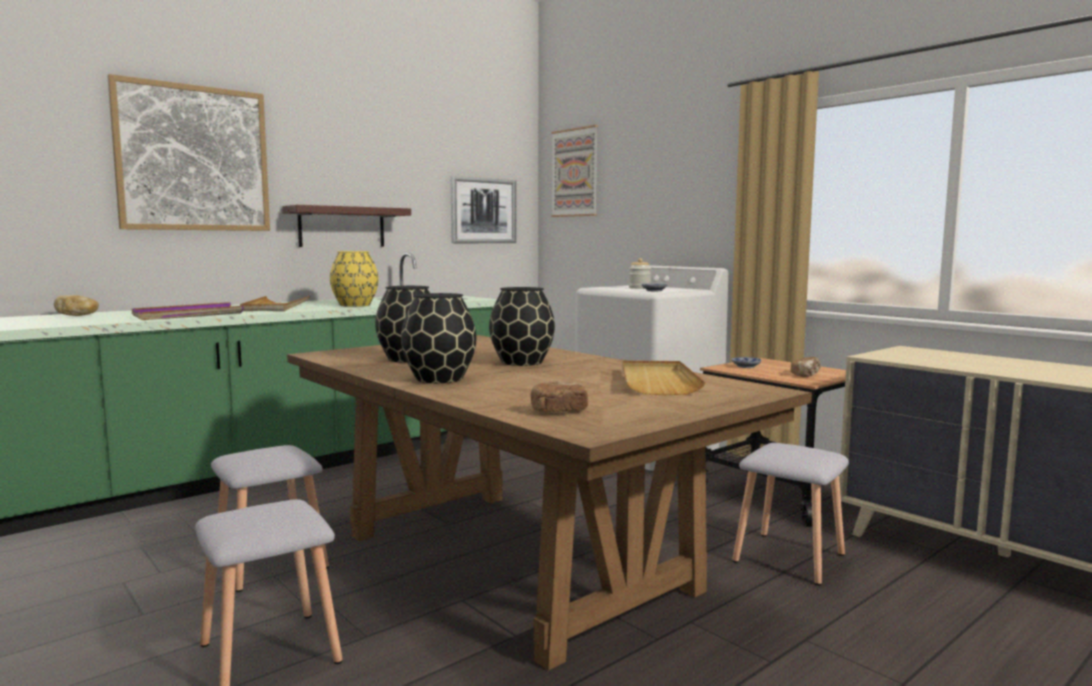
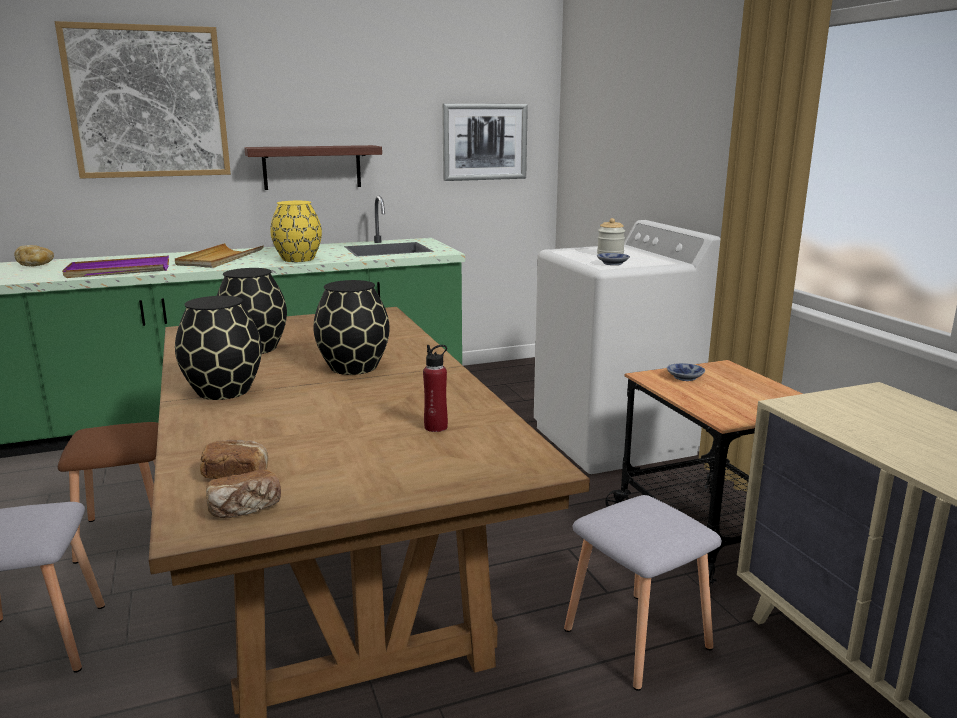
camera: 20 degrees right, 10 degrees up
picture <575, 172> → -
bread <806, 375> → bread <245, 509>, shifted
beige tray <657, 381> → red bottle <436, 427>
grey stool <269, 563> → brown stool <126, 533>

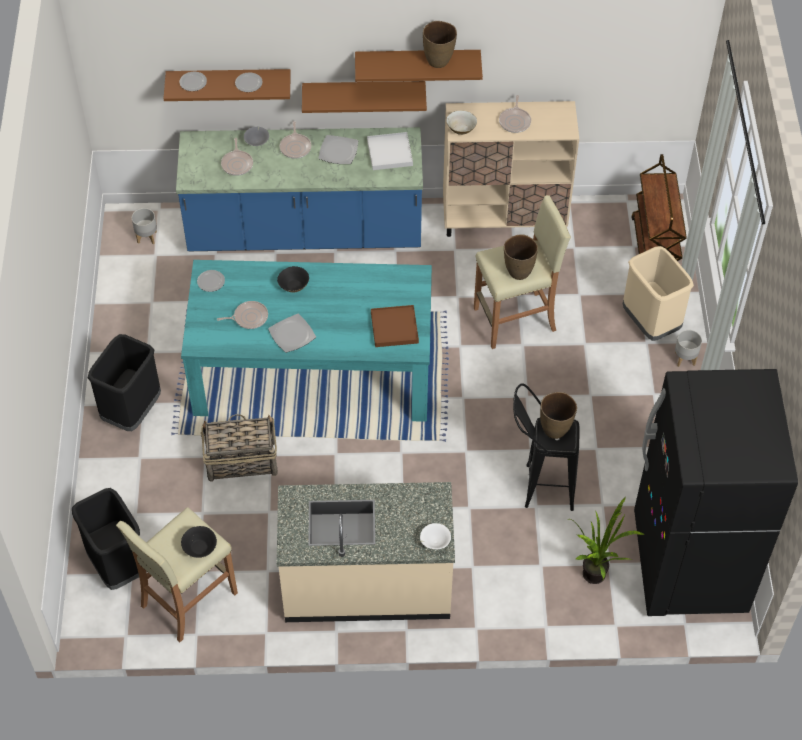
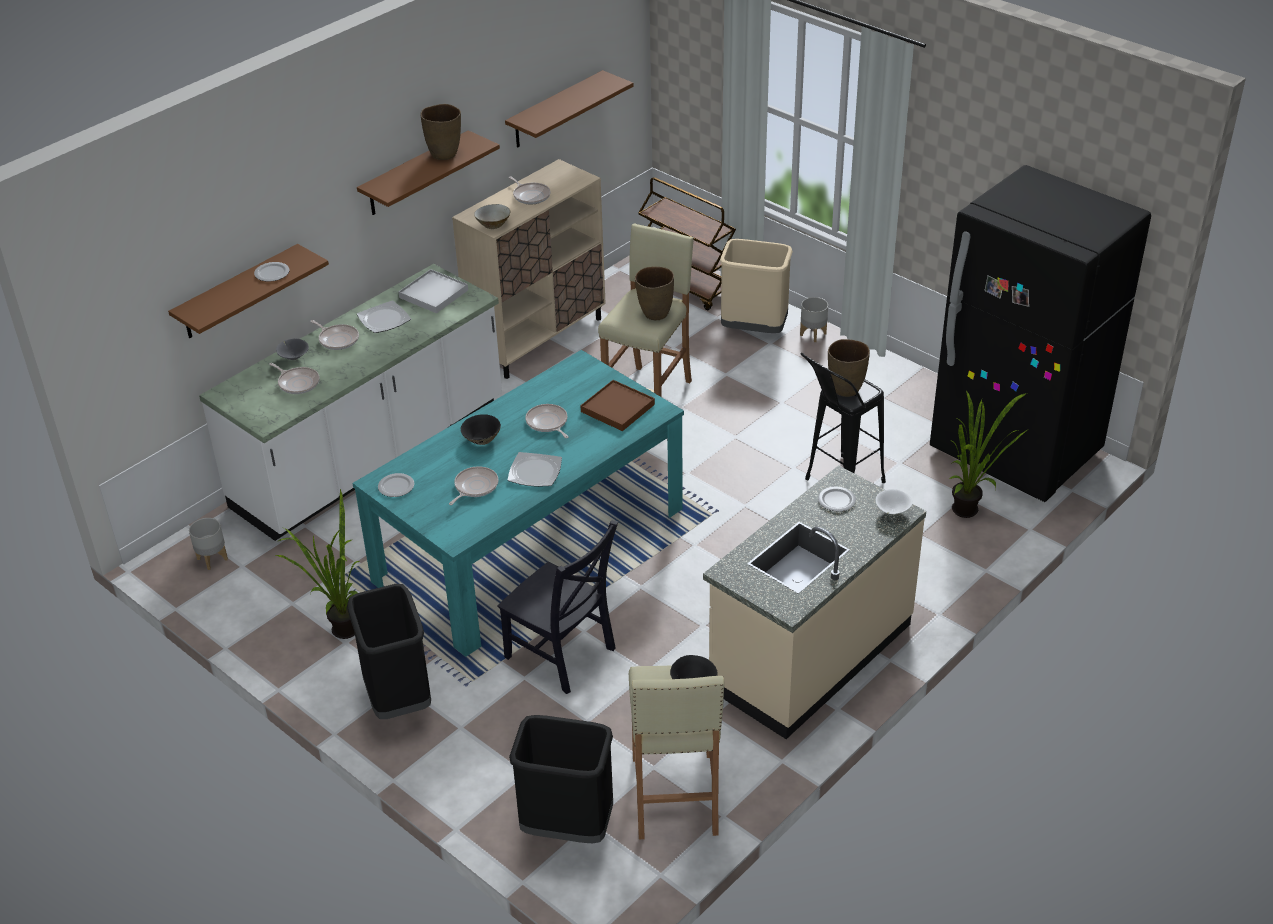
camera: 45 degrees left, 15 degrees down
- → potted plant <339, 631>
- → frying pan <547, 423>
plate <193, 82> → plate <836, 500>, shifted
brown shelf <364, 92> → brown shelf <555, 110>, shifted
basket <240, 461> → black chair <563, 655>
blue counter <305, 232> → white counter <371, 455>

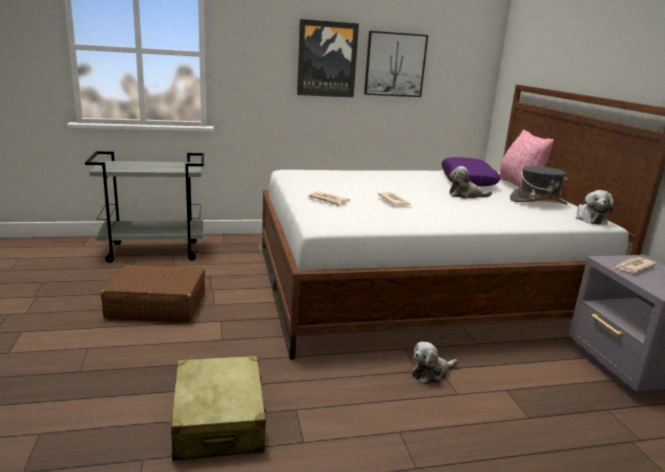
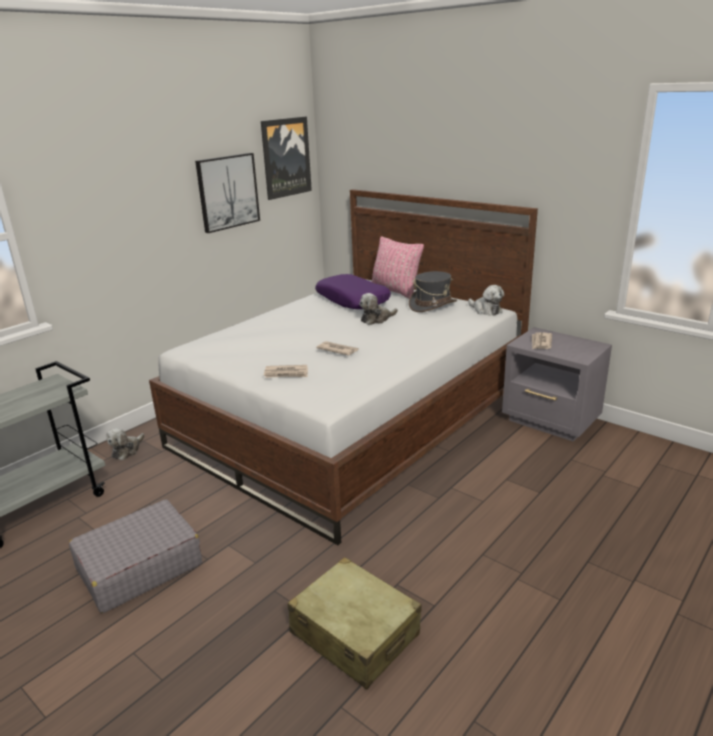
camera: 35 degrees left, 5 degrees up
picture <327, 59> → picture <286, 157>, shifted
plush toy <431, 373> → plush toy <127, 450>, shifted
brown suitcase <156, 306> → grey suitcase <139, 567>

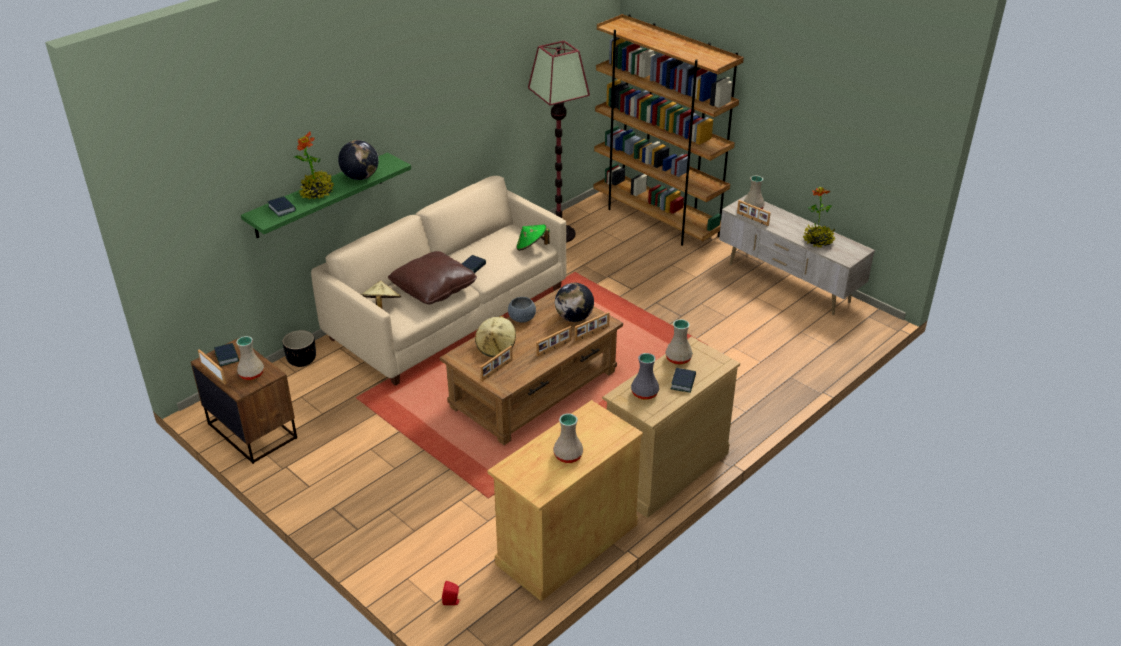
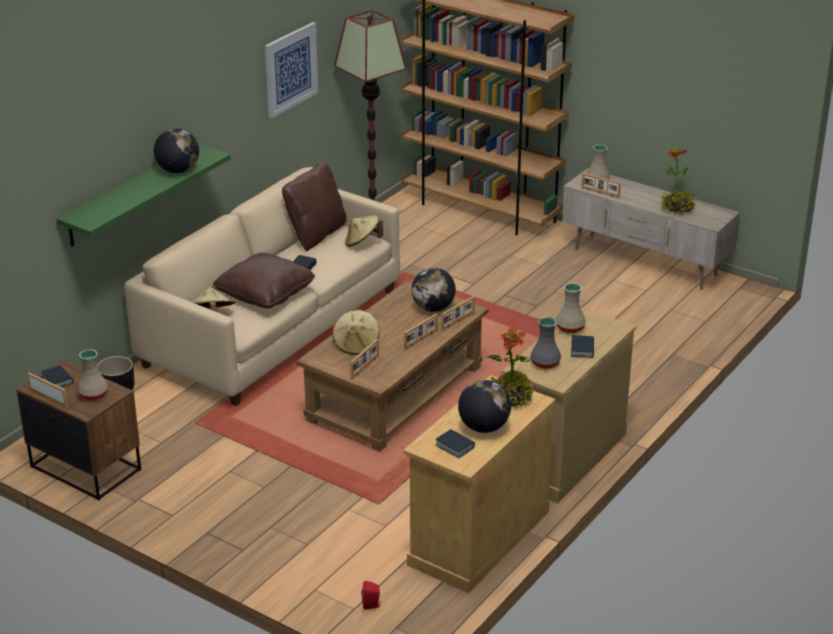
camera: 10 degrees left, 5 degrees down
grey bowl <522, 318> → -
- → picture <290, 69>
- → brown pillow <316, 235>
book <282, 209> → book <454, 446>, shifted
potted plant <317, 192> → potted plant <511, 398>, shifted
beige vase <568, 455> → globe <484, 427>
green hat <531, 247> → beige hat <362, 242>

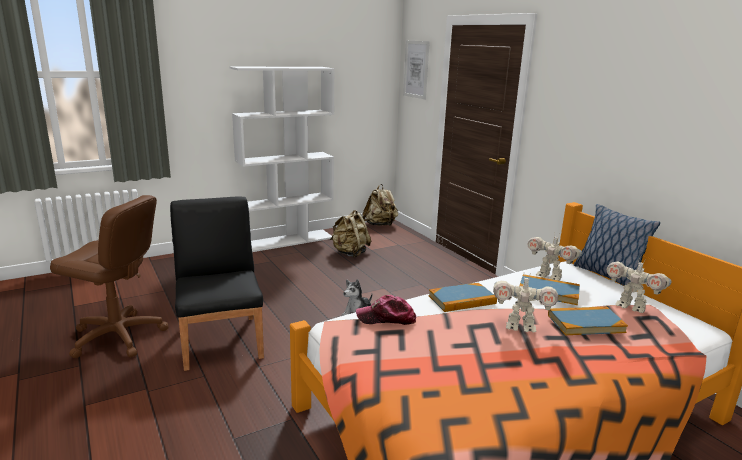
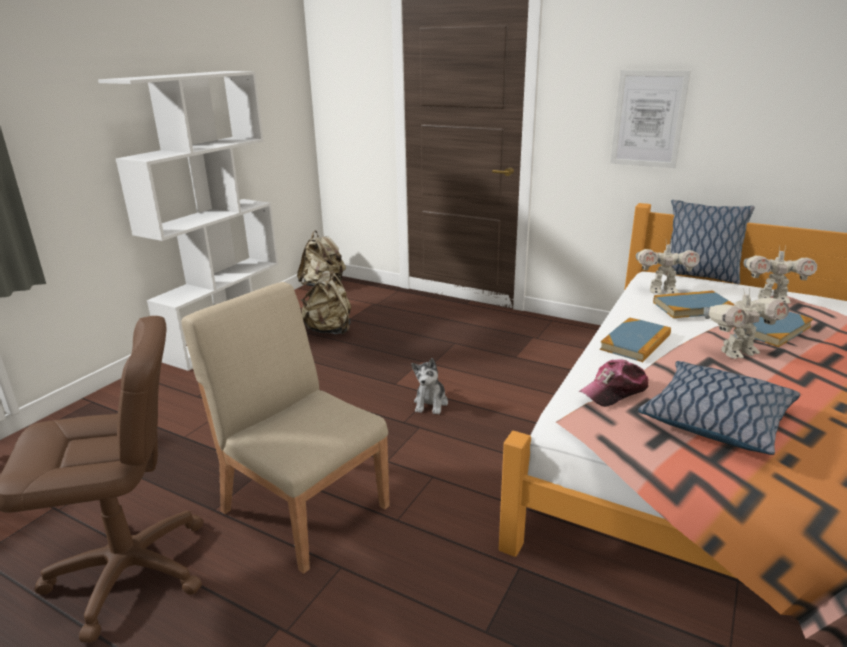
camera: 30 degrees left, 5 degrees up
- → pillow <715, 419>
picture <416, 69> → picture <648, 119>, shifted
black chair <222, 340> → beige chair <304, 507>

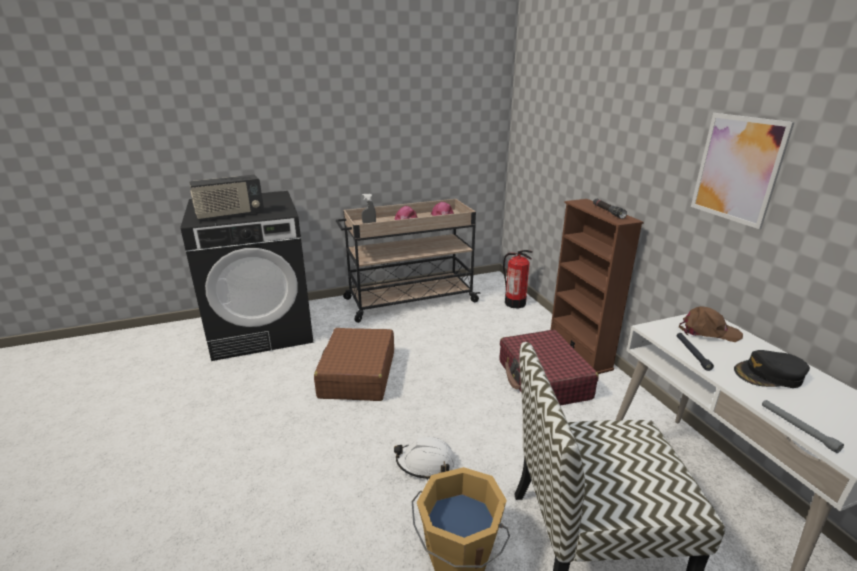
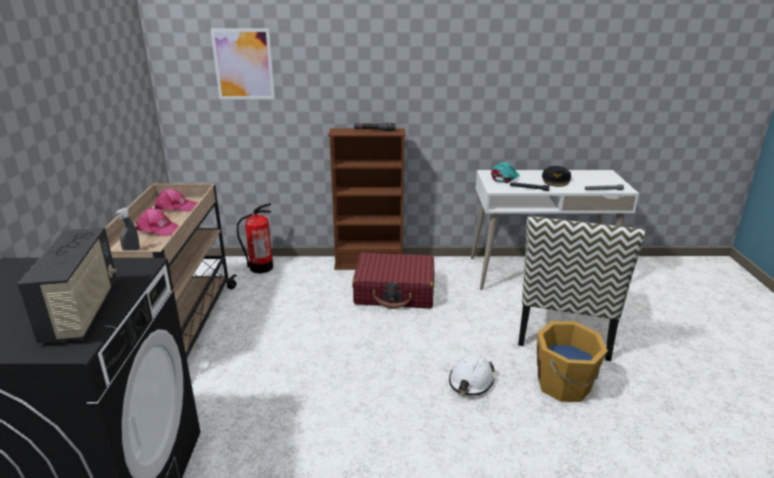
camera: 70 degrees left, 0 degrees up
brown suitcase <357, 375> → -
picture <737, 169> → picture <243, 64>, shifted
brown cap <708, 331> → turquoise cap <505, 177>

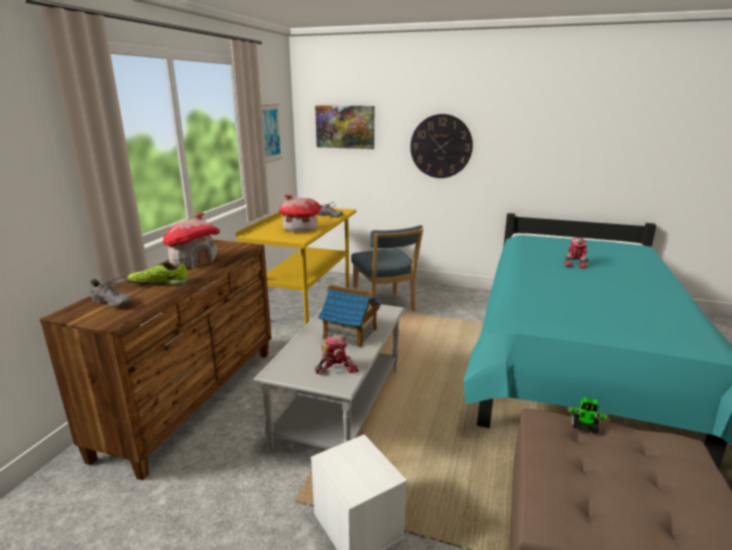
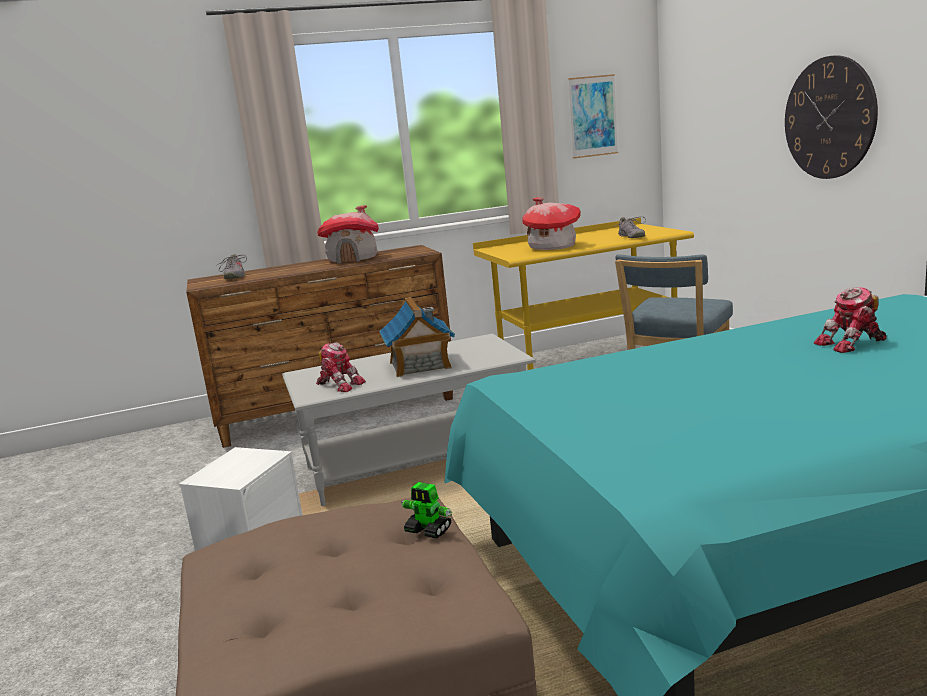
camera: 55 degrees right, 5 degrees down
shoe <159, 283> → -
picture <345, 127> → -
toy robot <585, 426> → toy robot <428, 530>, 45 degrees counterclockwise

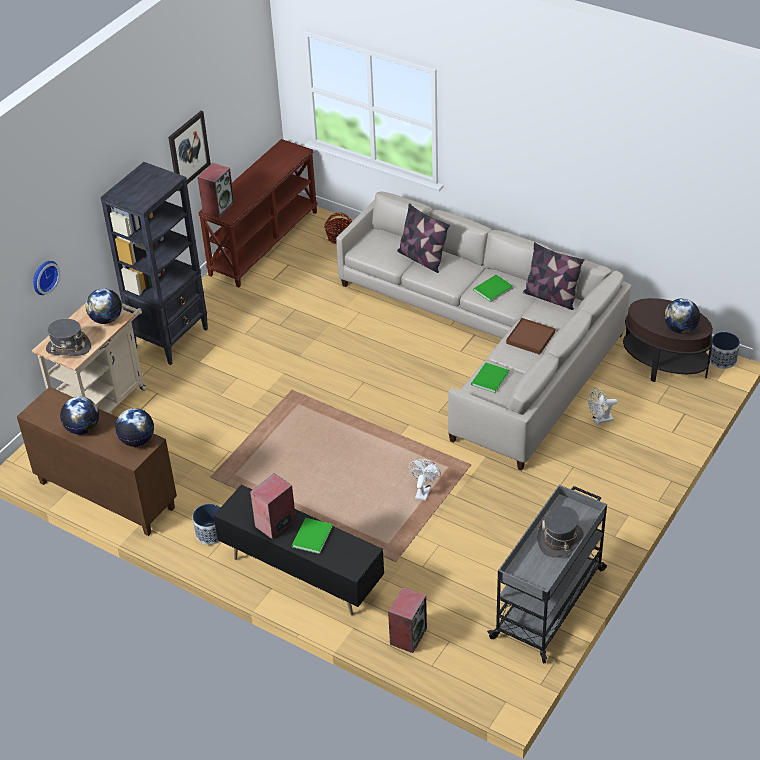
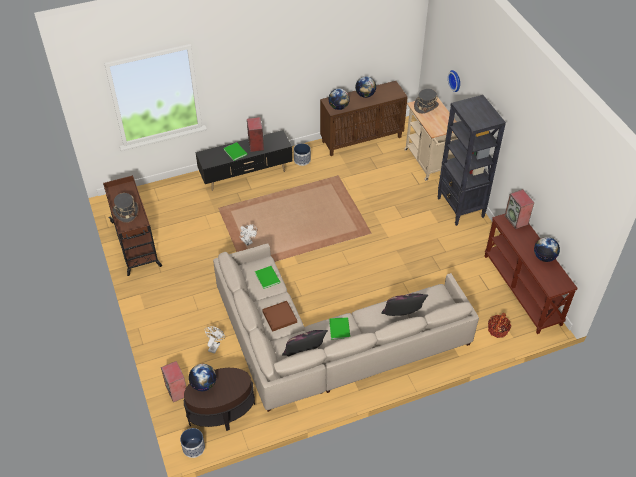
camera: 125 degrees right, 5 degrees up
picture <188, 150> → -
globe <106, 319> → globe <544, 257>, shifted
speaker <408, 635> → speaker <177, 391>, shifted
grey cart <549, 602> → brown cart <136, 244>

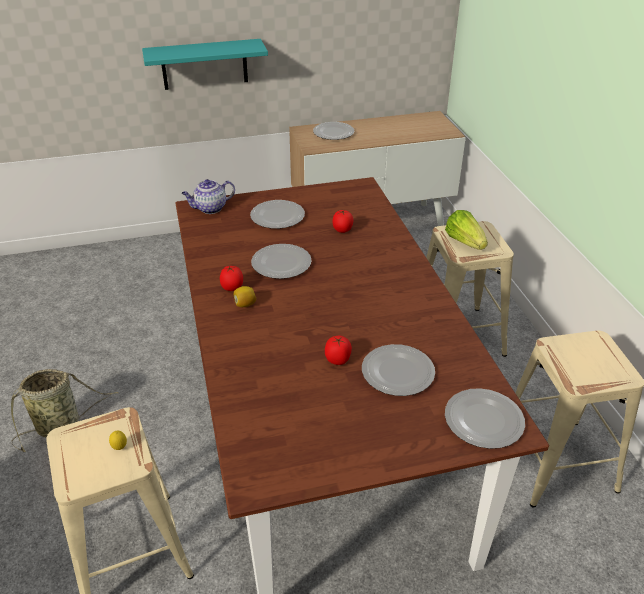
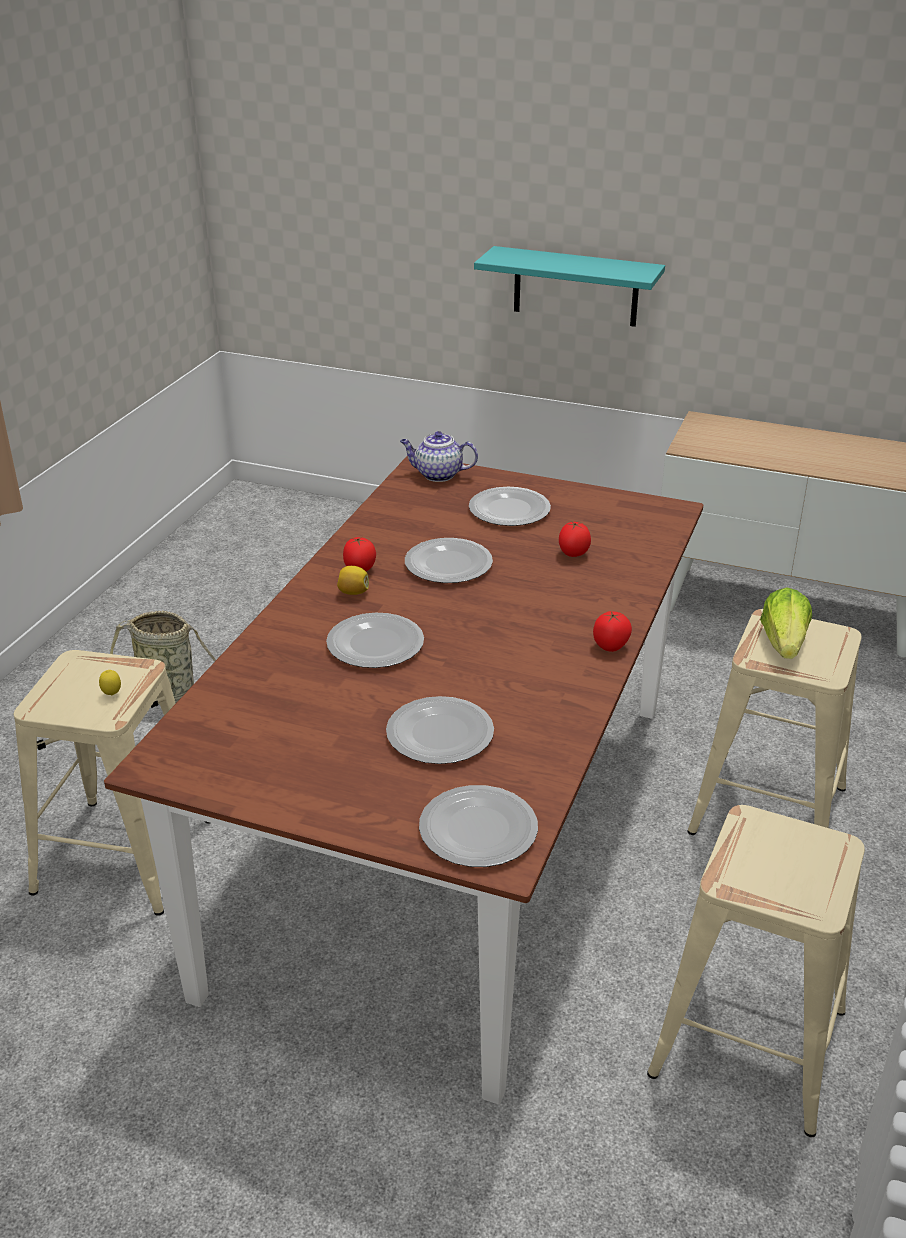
camera: 35 degrees right, 5 degrees down
plate <334, 133> → plate <375, 645>, shifted
tomato <338, 360> → tomato <611, 646>, shifted

